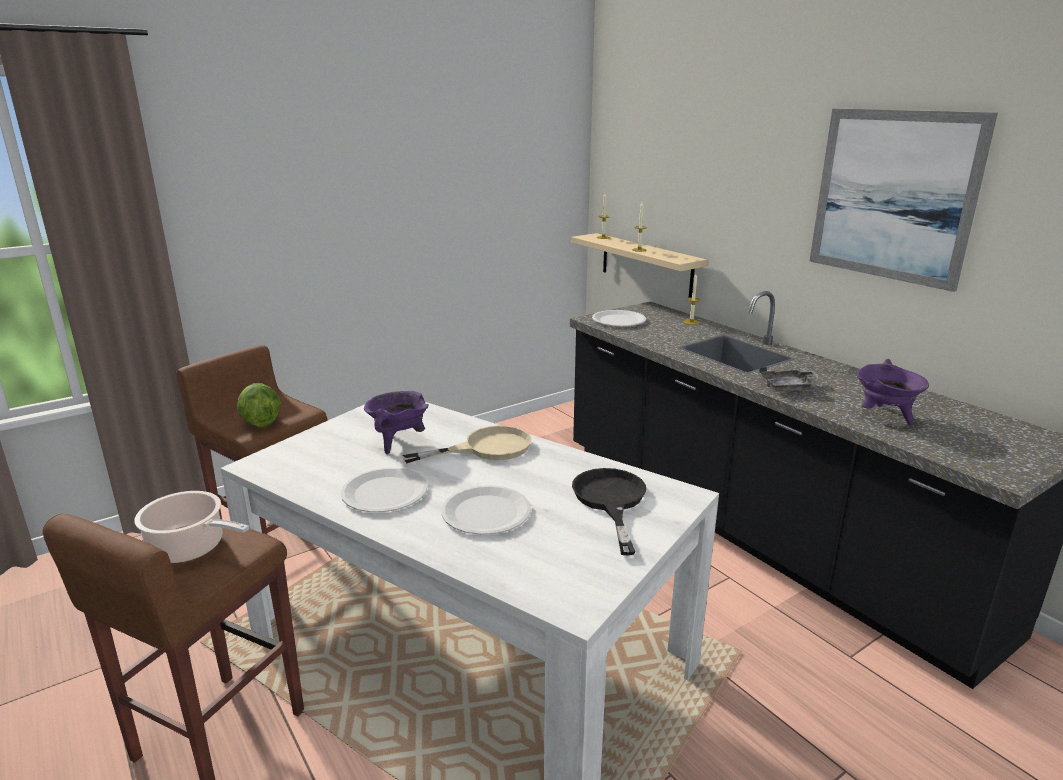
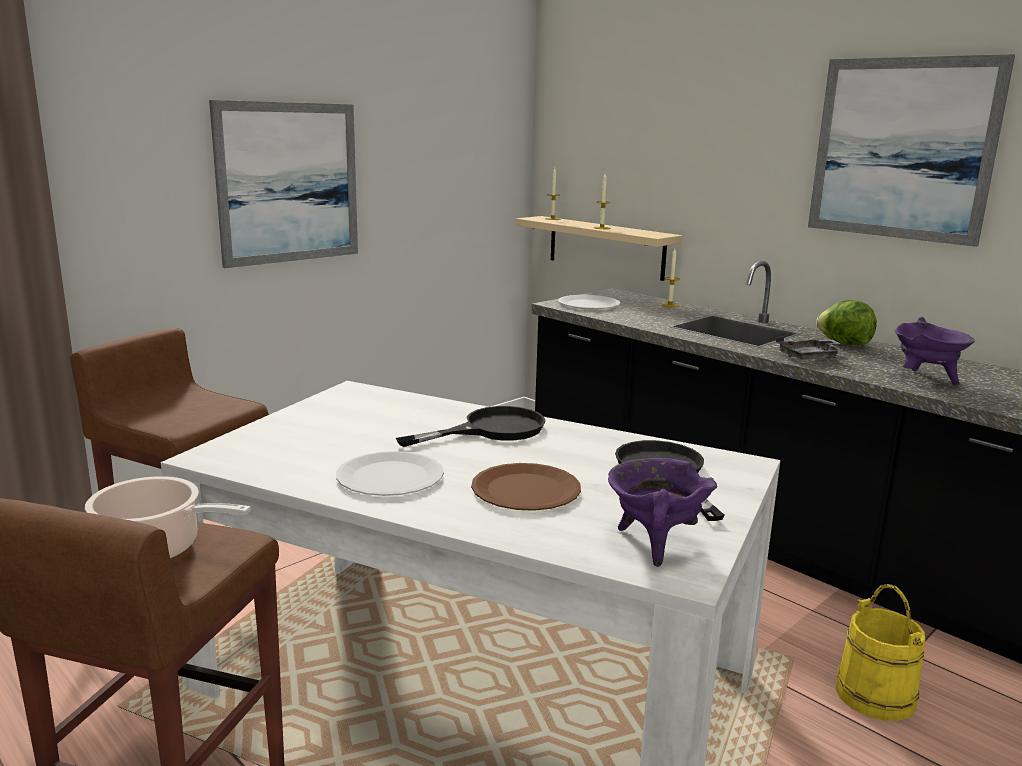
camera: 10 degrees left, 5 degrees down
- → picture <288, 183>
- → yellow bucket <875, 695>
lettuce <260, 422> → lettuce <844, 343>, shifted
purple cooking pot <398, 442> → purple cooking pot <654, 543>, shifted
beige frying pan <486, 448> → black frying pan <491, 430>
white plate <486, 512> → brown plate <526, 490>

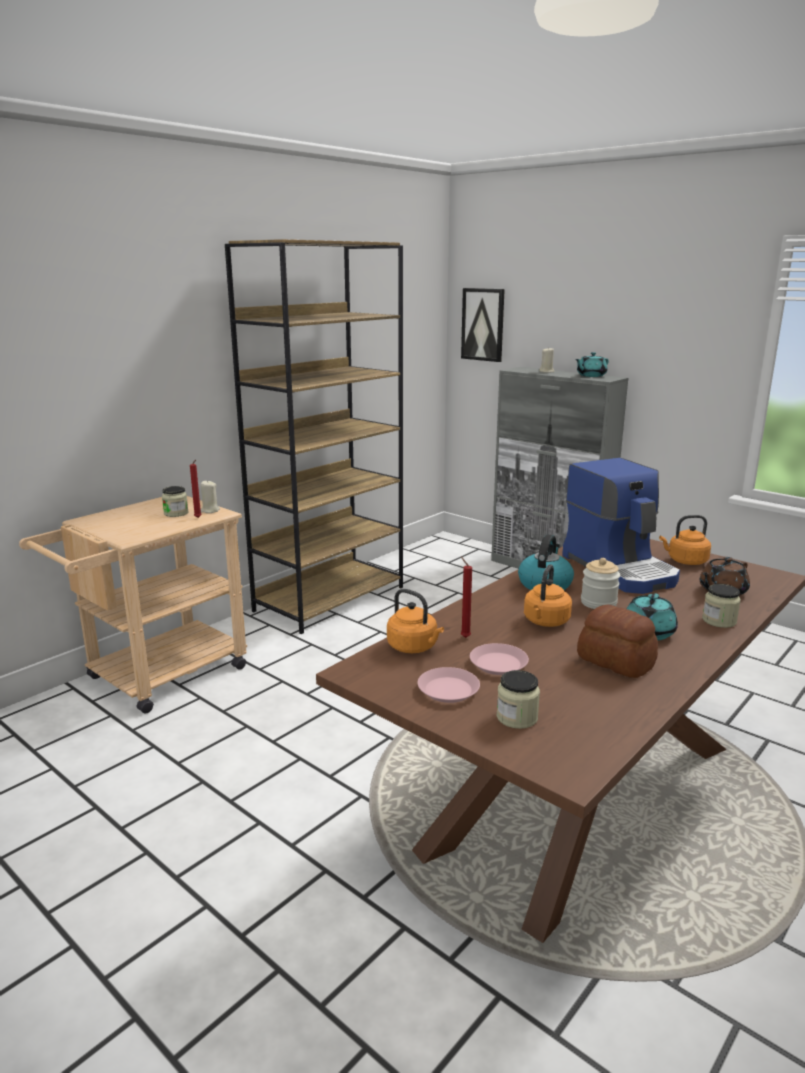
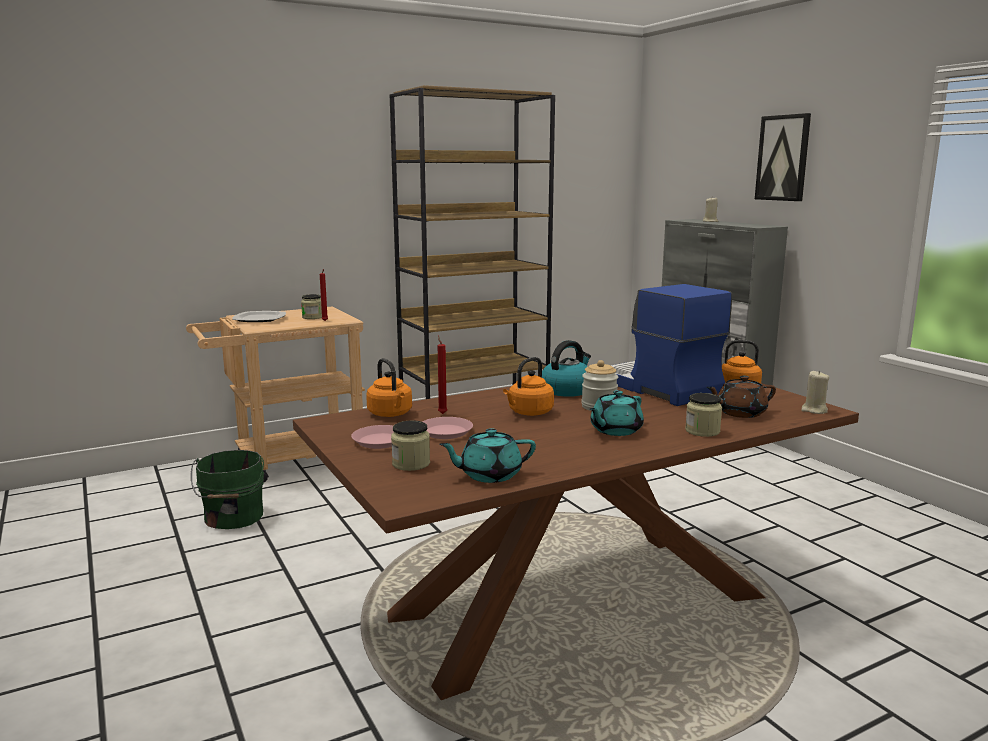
camera: 20 degrees right, 5 degrees down
bread <615, 661> → -
- → green bucket <233, 518>
- → plate <260, 318>
beige candle <209, 510> → beige candle <814, 410>, shifted
picture <483, 324> → picture <783, 158>, shifted
turquoise teapot <590, 376> → turquoise teapot <489, 475>, shifted
coffee machine <620, 569> → coffee machine <658, 388>, 150 degrees clockwise

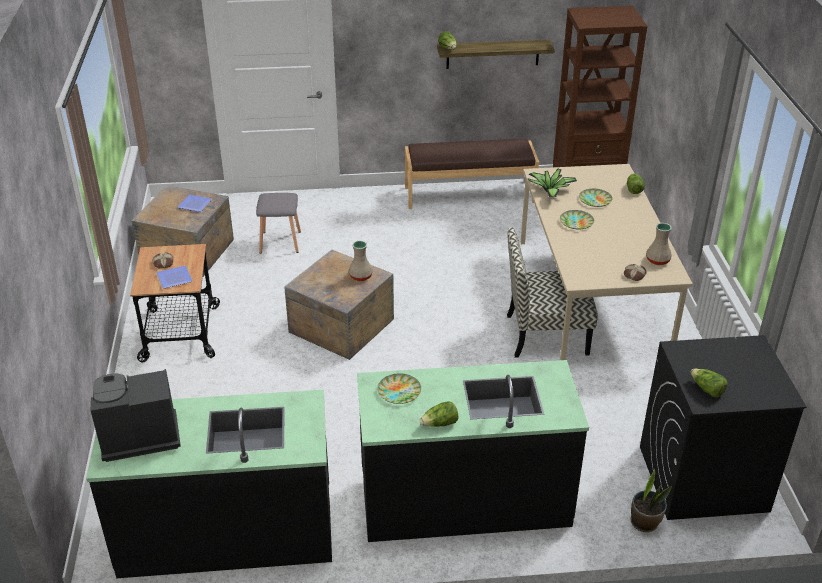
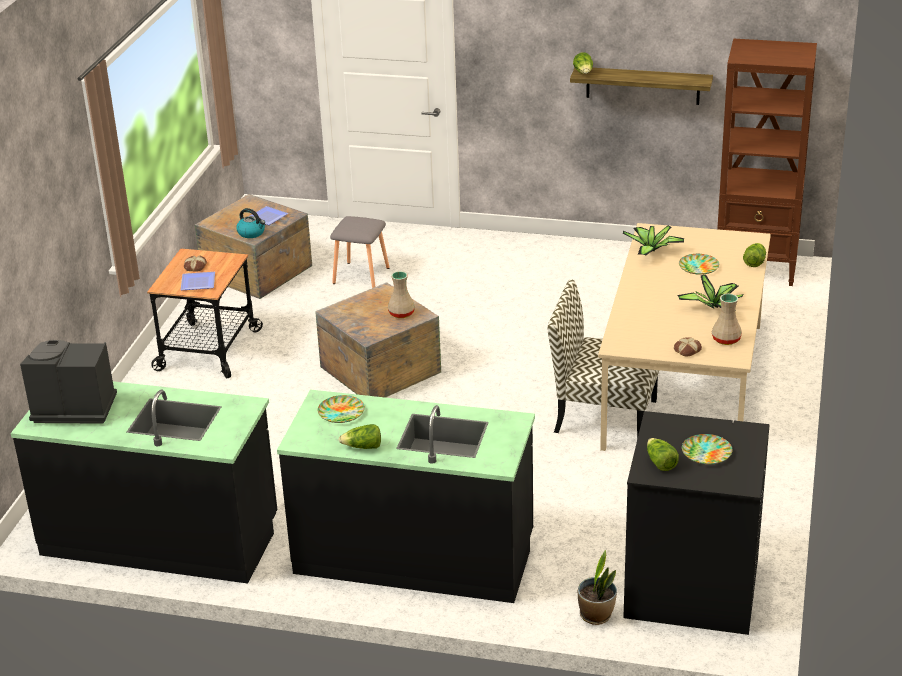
camera: 20 degrees right, 5 degrees down
brown bench <469, 194> → -
- → kettle <252, 233>
- → potted plant <714, 307>
plate <576, 222> → plate <706, 452>, shifted

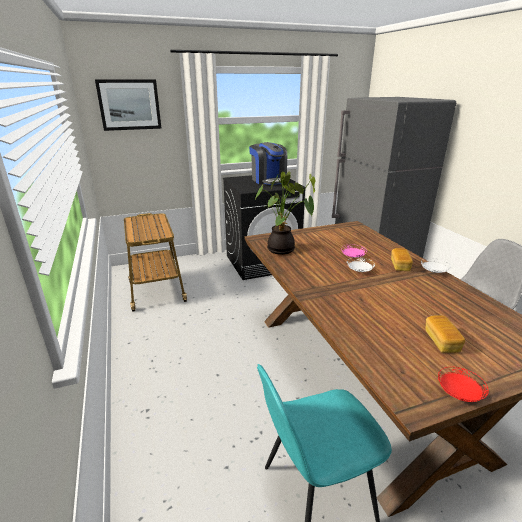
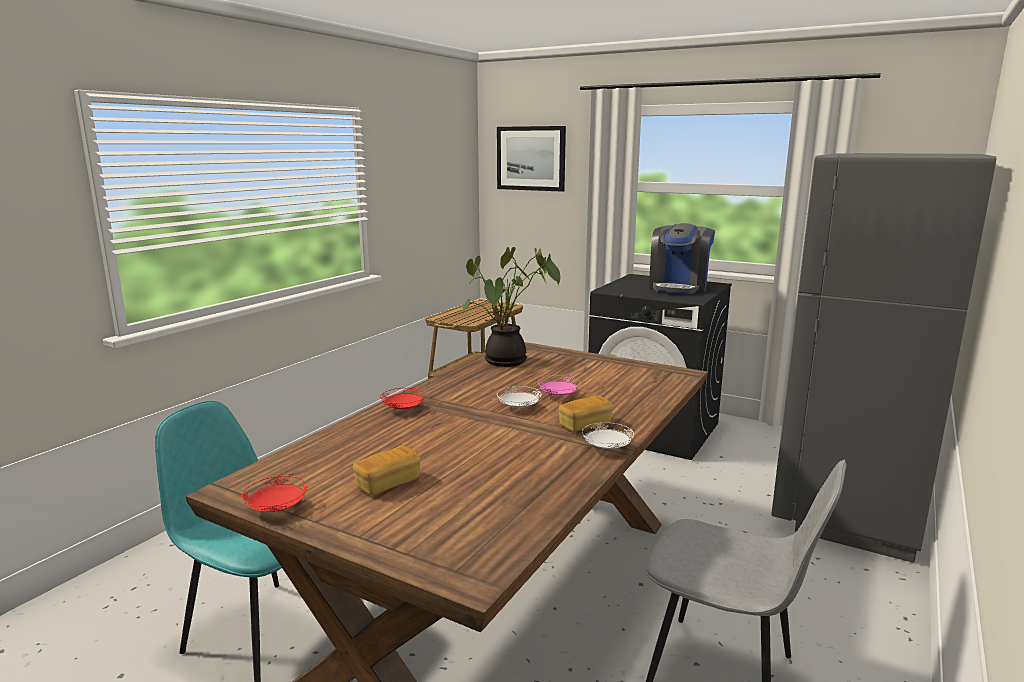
camera: 50 degrees right, 10 degrees down
- → red plate <403, 409>

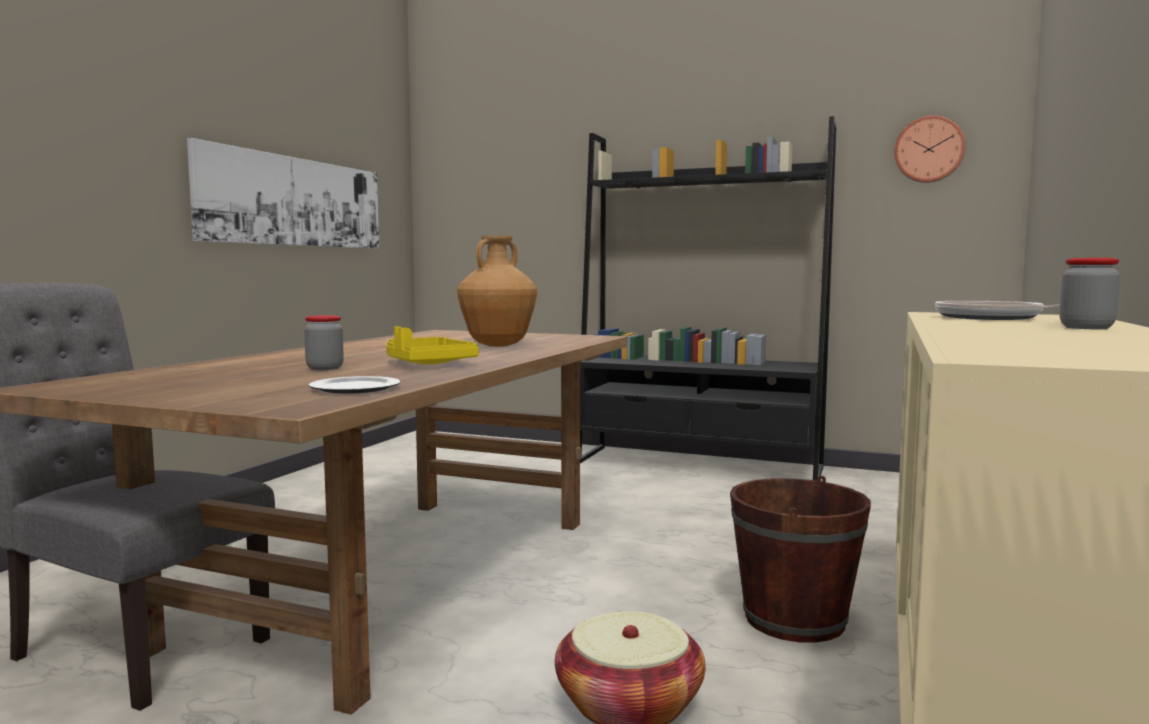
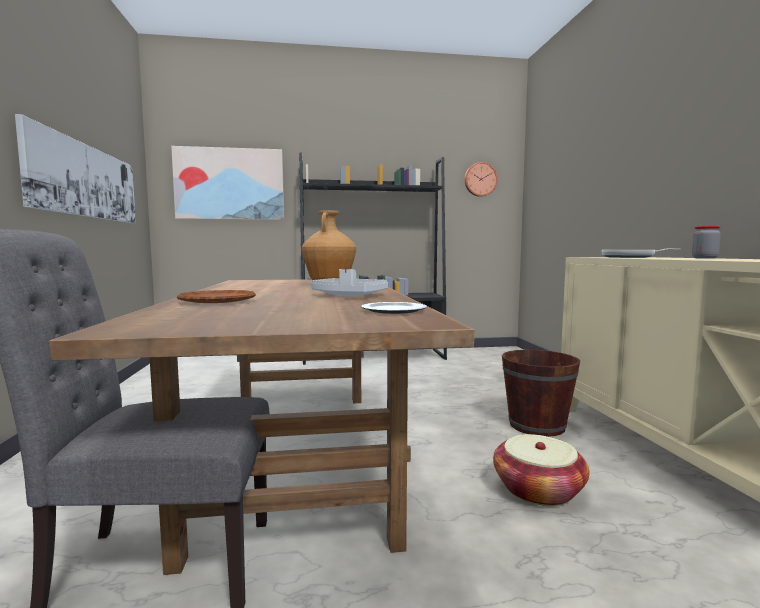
camera: 30 degrees left, 0 degrees up
jar <325, 368> → -
- → picture <230, 184>
- → brown plate <217, 302>
yellow tray <426, 364> → grey tray <348, 296>

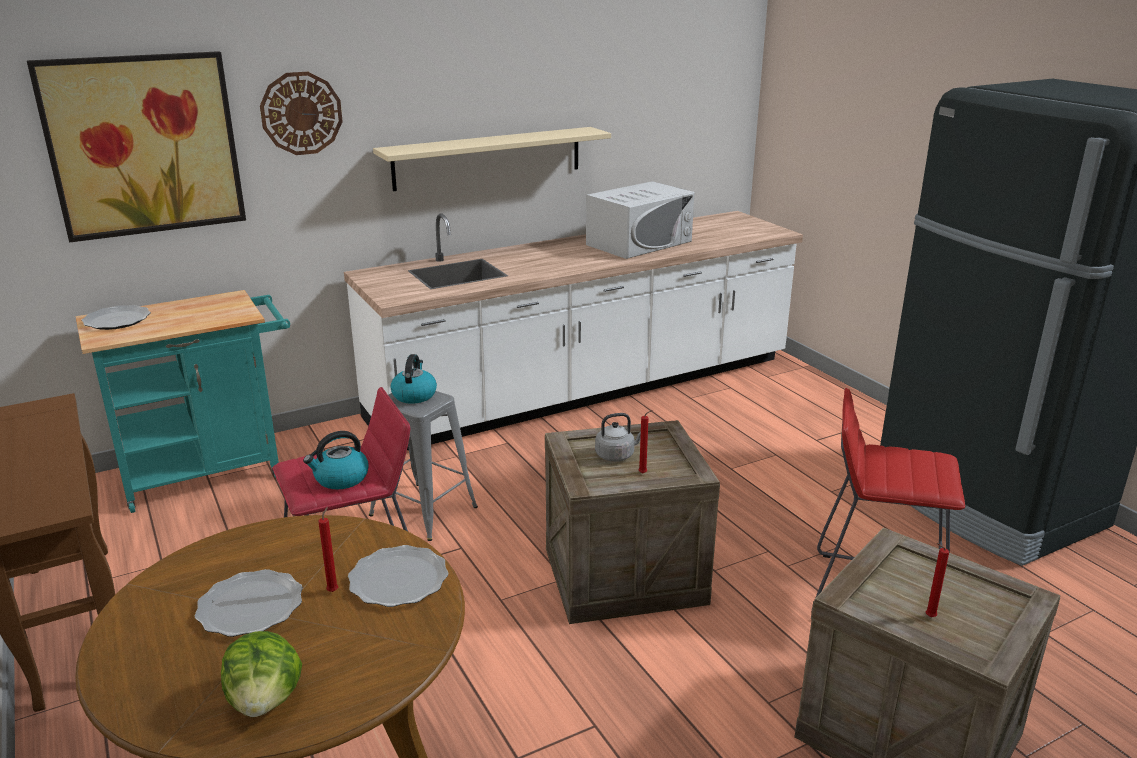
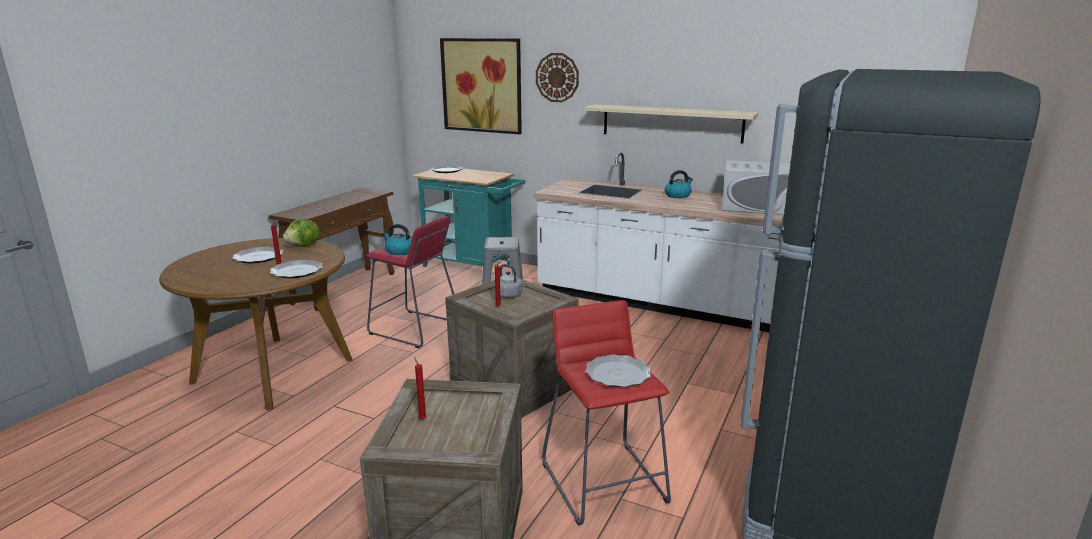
camera: 55 degrees right, 5 degrees down
- → plate <617, 374>
lettuce <265, 700> → lettuce <304, 246>, shifted
kettle <414, 395> → kettle <678, 195>, shifted

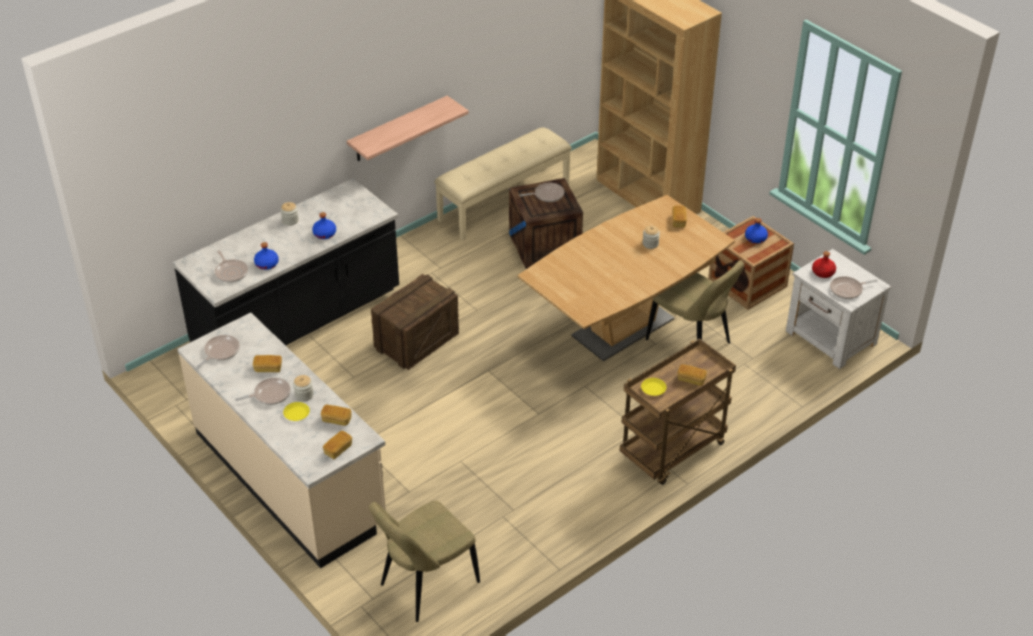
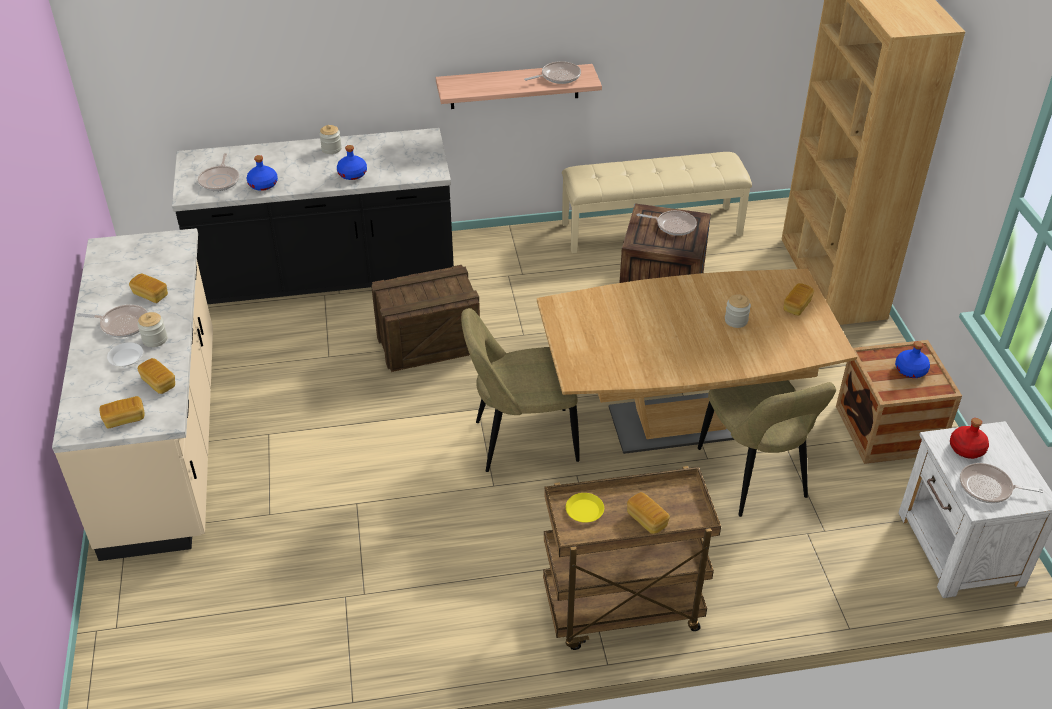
camera: 30 degrees right, 0 degrees up
frying pan <220, 352> → frying pan <558, 76>, shifted
beige chair <425, 585> → beige chair <520, 441>, shifted
yellow plate <296, 413> → white plate <126, 357>

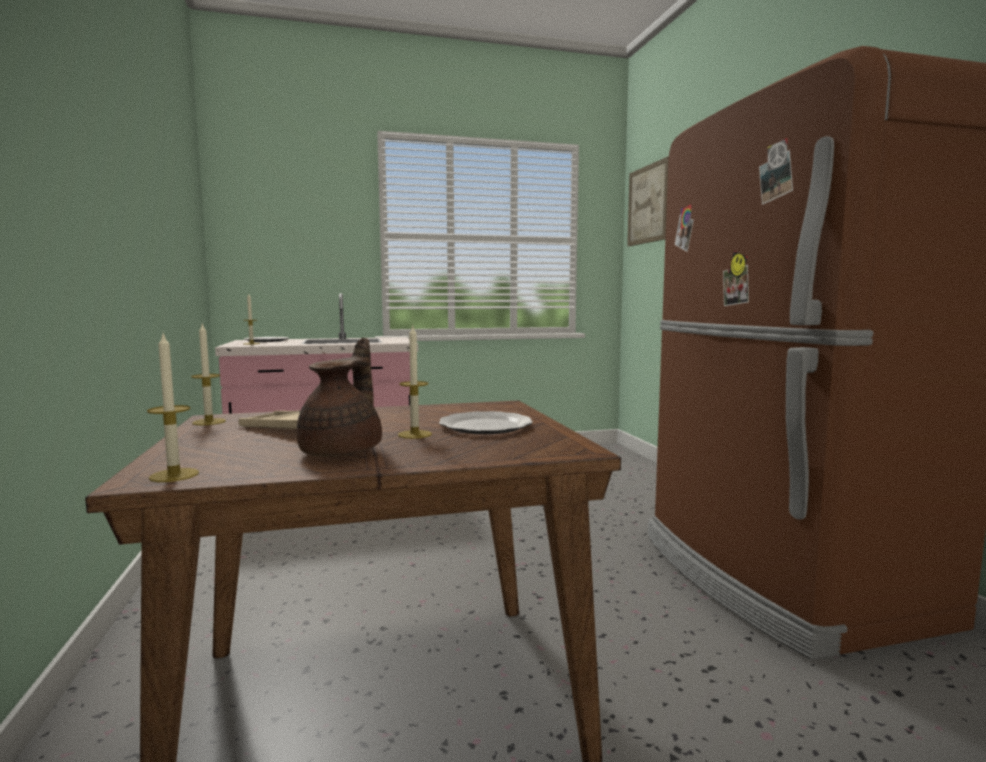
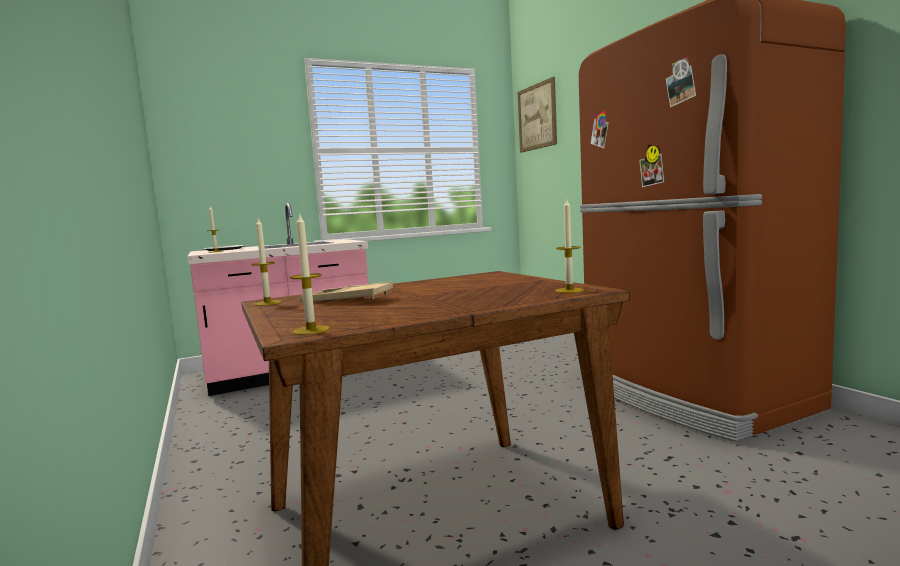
camera: 10 degrees left, 0 degrees up
brown teapot <344, 451> → -
plate <484, 426> → -
candle <414, 434> → candle <569, 290>, shifted

